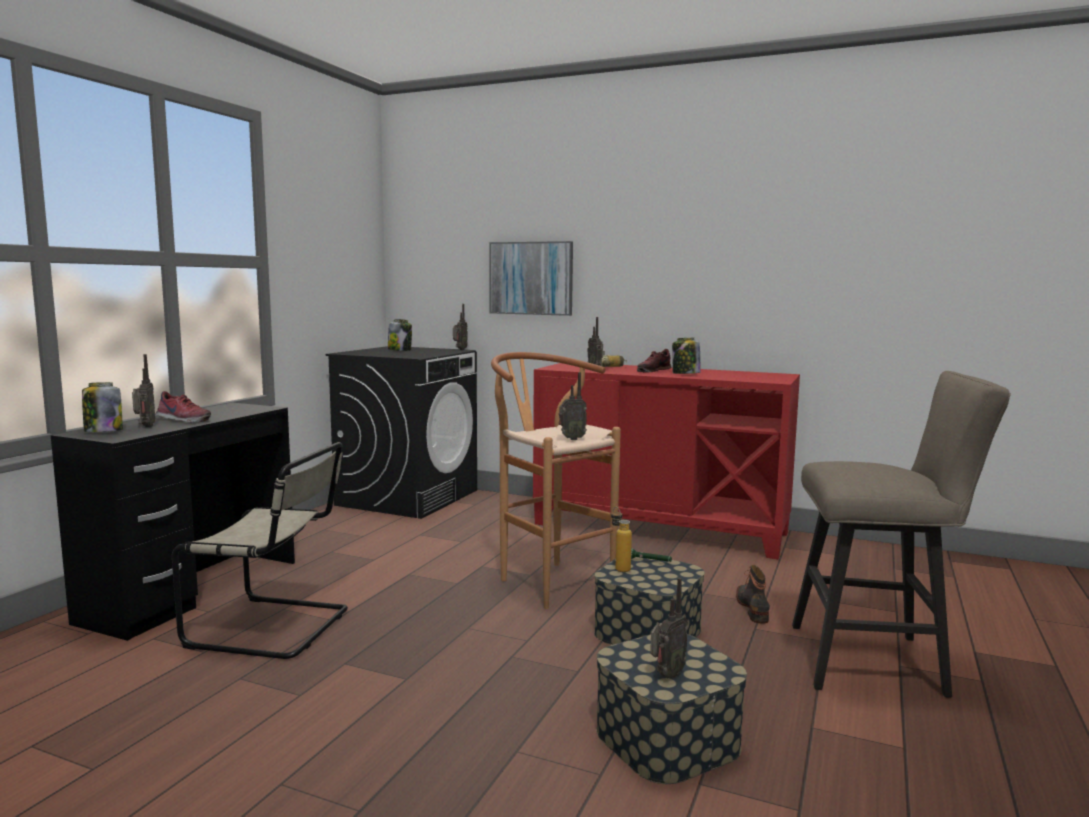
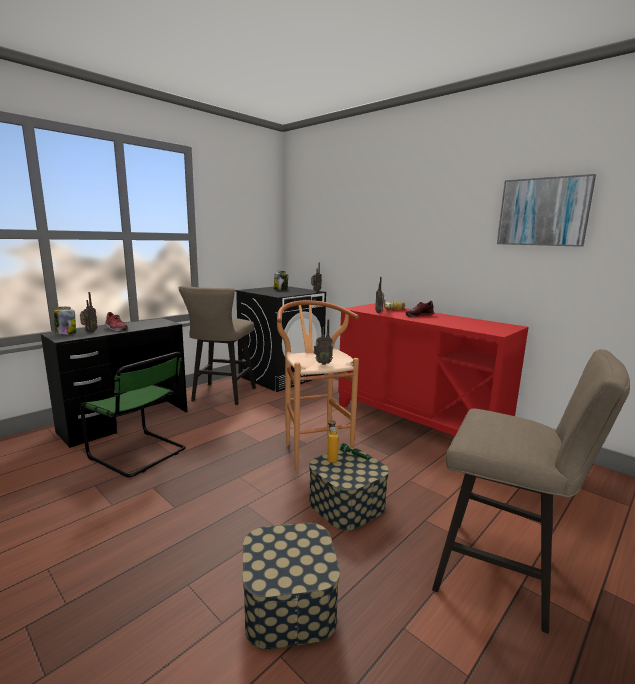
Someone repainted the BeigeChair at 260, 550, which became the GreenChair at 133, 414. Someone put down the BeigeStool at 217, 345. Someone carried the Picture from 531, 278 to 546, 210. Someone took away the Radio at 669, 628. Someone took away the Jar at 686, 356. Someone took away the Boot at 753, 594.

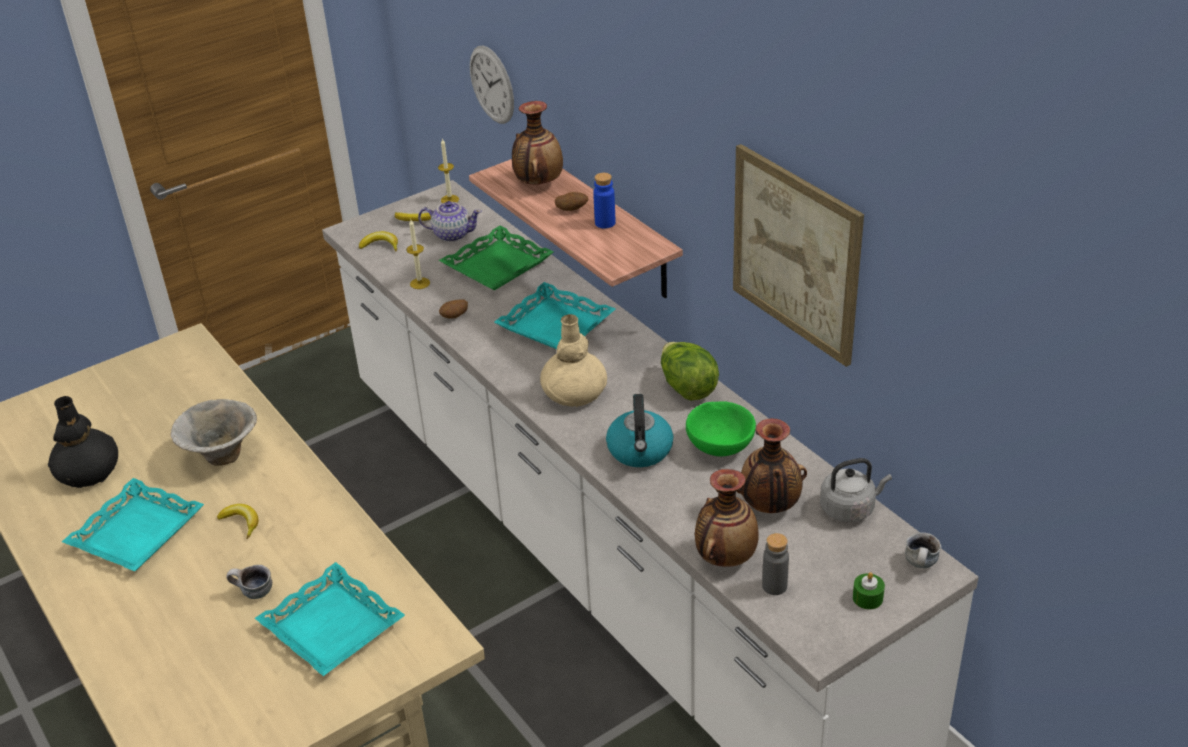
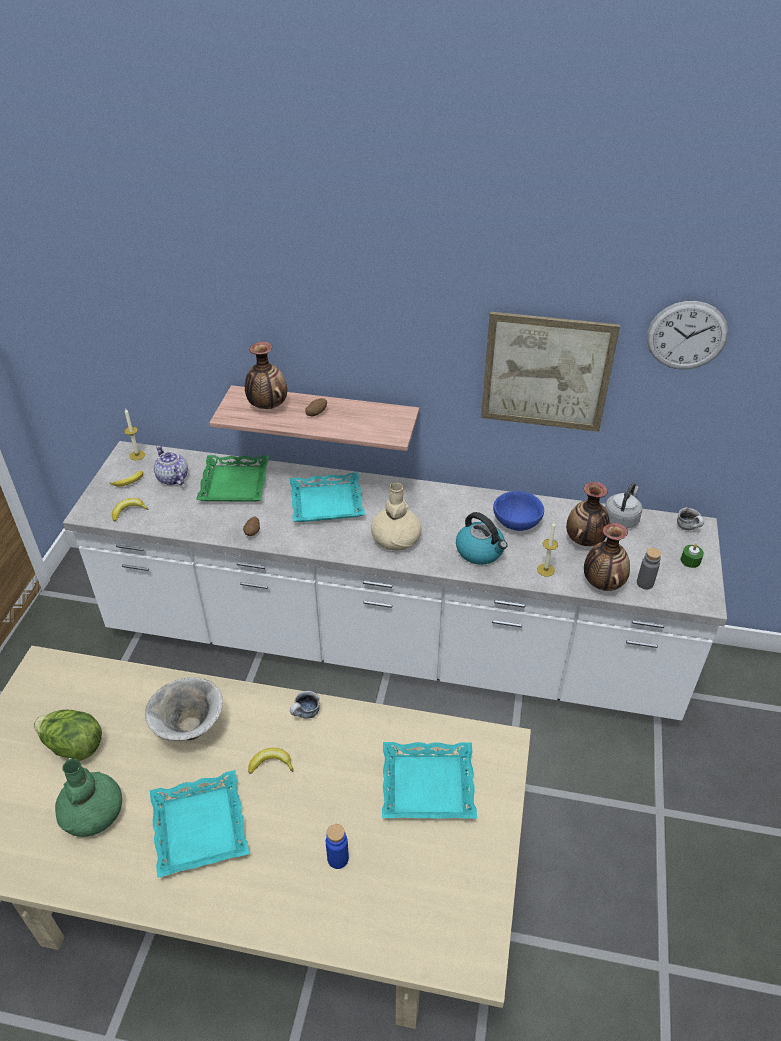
Someone carried the Lettuce from 690, 371 to 68, 735. Someone repainted the BlackVase at 83, 442, which became the GreenVase at 88, 798. Someone rotated the Teapot at 450, 221 by 90 degrees counterclockwise. Someone carried the Mug from 249, 582 to 305, 705. Someone carried the BlueBottle from 604, 201 to 337, 846. Someone repainted the GreenBowl at 721, 428, which became the BlueBowl at 518, 511. Someone carried the Candle from 418, 254 to 547, 549. Someone carried the WallClock from 492, 84 to 687, 335.

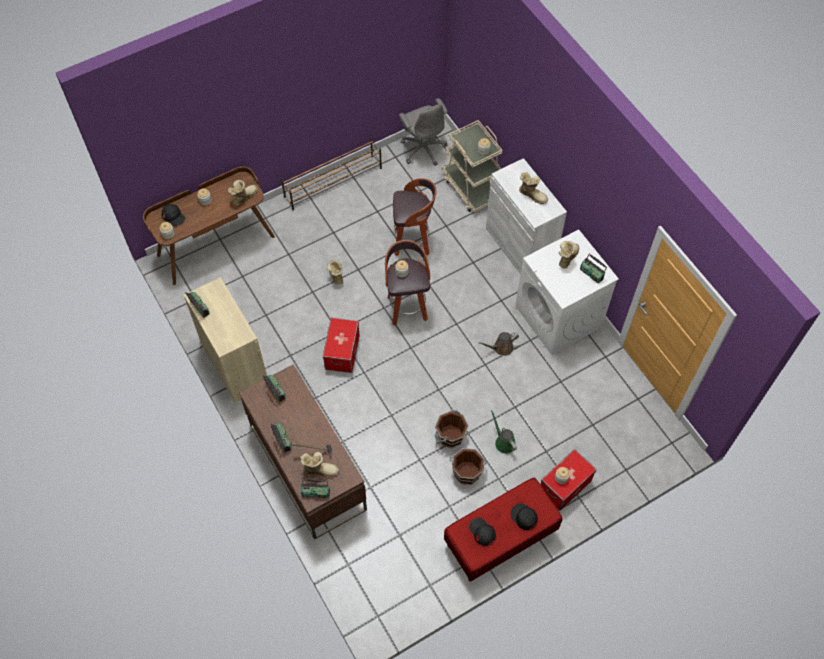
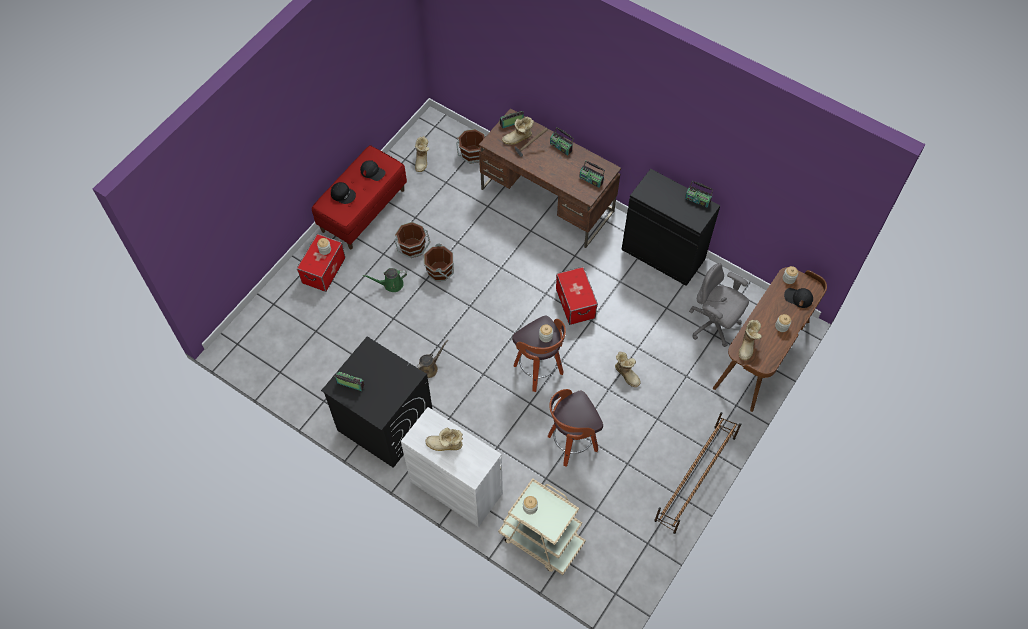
Someone repainted the WhiteWashingMachine at 567, 292, which became the BlackWashingMachine at 377, 402. Someone rotated the GreenWateringCan at 504, 432 by 135 degrees clockwise. Someone carried the Boot from 569, 255 to 422, 154. Someone put down the BrownBucket at 471, 146. Someone repainted the BeigeCabinet at 225, 340, which became the BlackCabinet at 670, 227. Someone carried the GreyOfficeChair from 423, 132 to 719, 305.

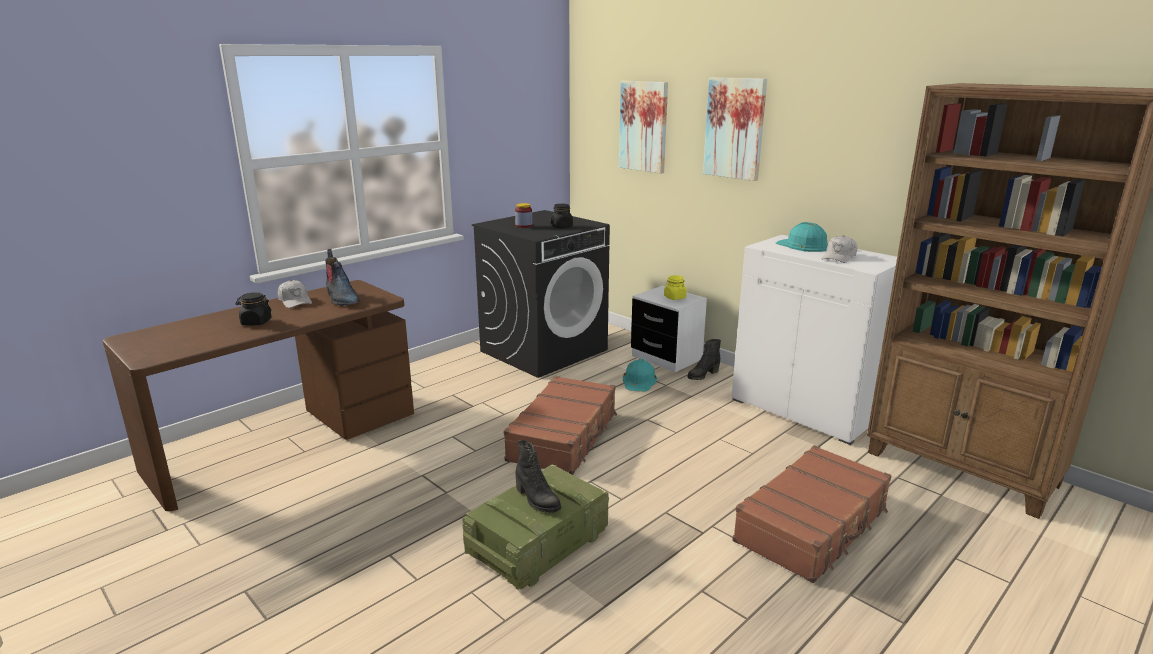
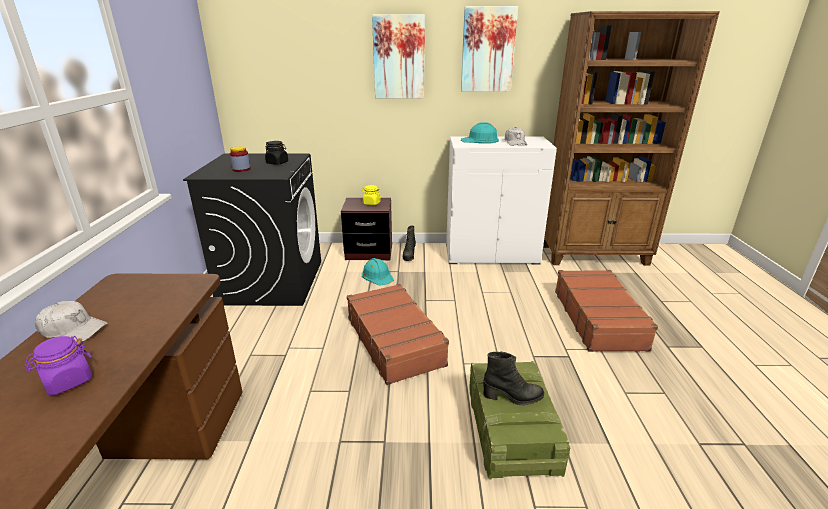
Someone repainted the BlackJar at 254, 308, which became the PurpleJar at 59, 365. Someone repainted the WhiteNightstand at 669, 329, which became the BrownNightstand at 366, 229. Someone carried the Picture from 643, 127 to 489, 49. Someone took away the Boot at 343, 277.

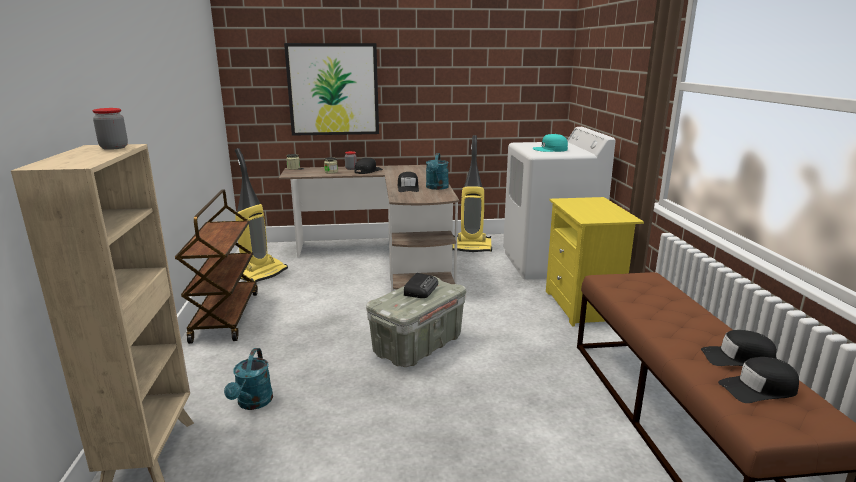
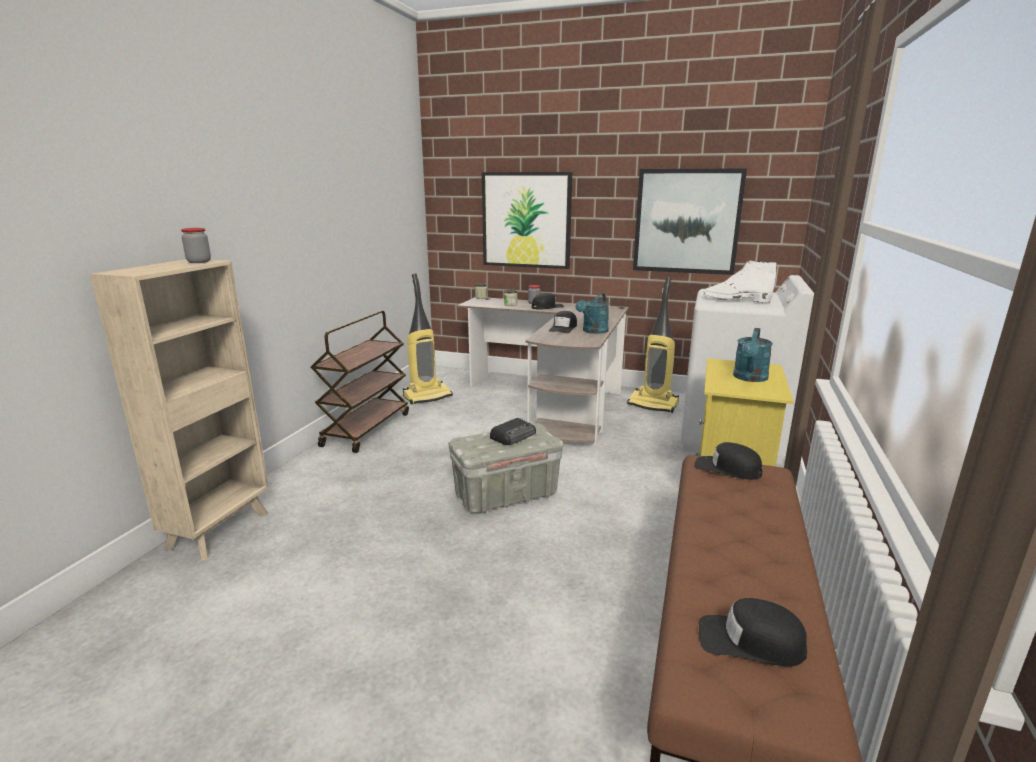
Someone put up the Picture at 690, 221. Someone carried the BlackCap from 739, 348 to 728, 461. Someone swapped the TurquoiseCap at 550, 143 for the WhiteBoot at 739, 282. Someone carried the TurquoiseWateringCan from 248, 379 to 753, 355.

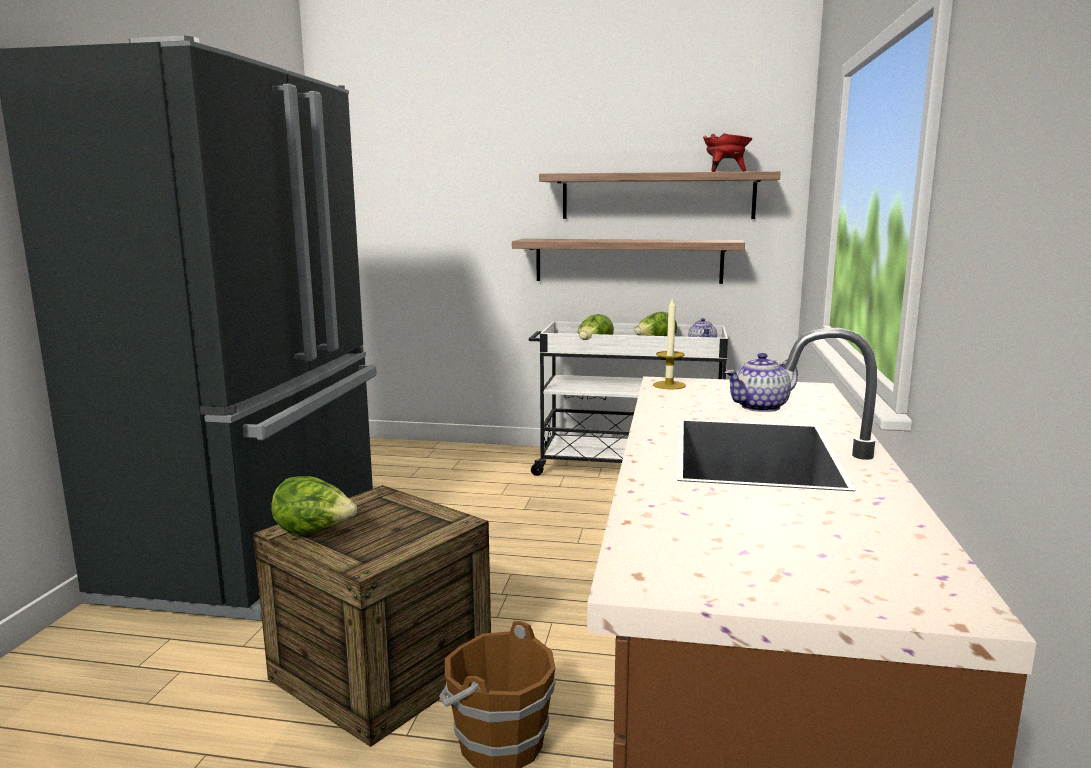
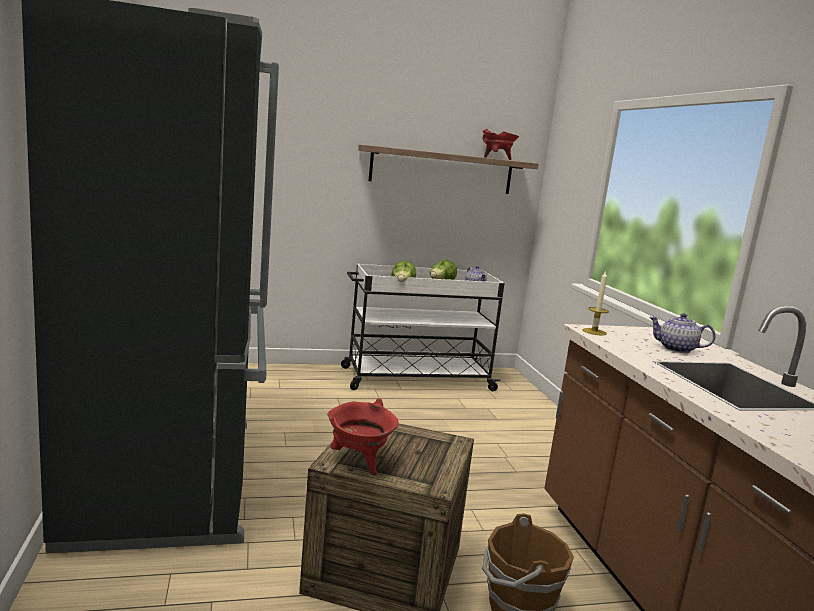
Someone swapped the Lettuce at 314, 505 for the RedCookingPot at 363, 436. Someone rotated the Teapot at 761, 382 by 75 degrees clockwise. Someone took away the Shelf at 628, 261.

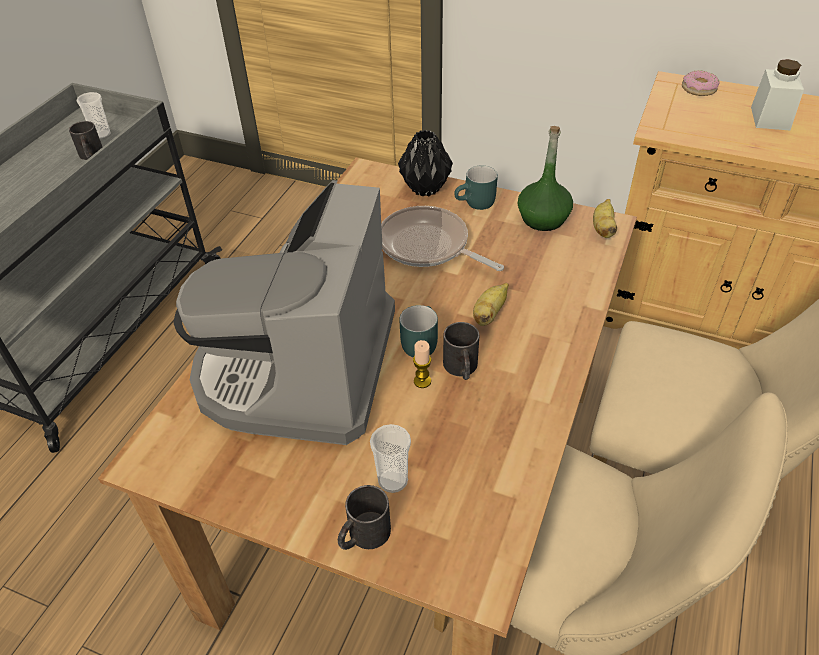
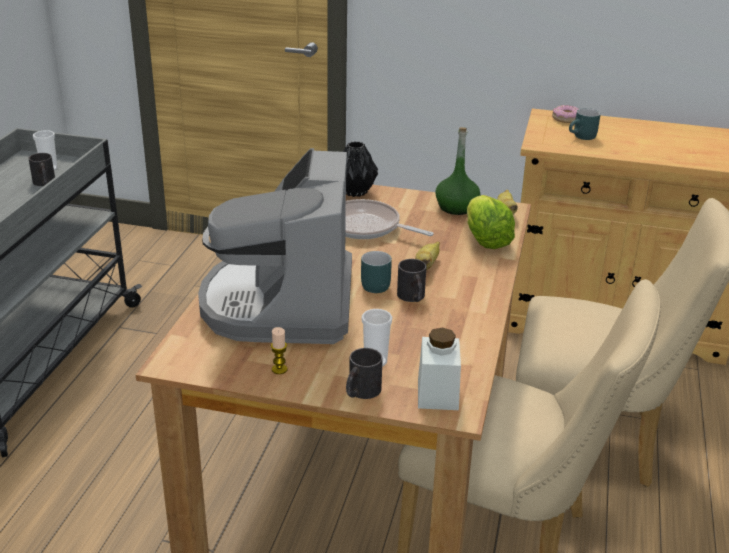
Someone carried the Candle from 422, 364 to 279, 350. Someone carried the WhiteJar from 777, 94 to 439, 369. Someone put down the Lettuce at 491, 222. Someone carried the TurquoiseMug from 476, 187 to 585, 124.

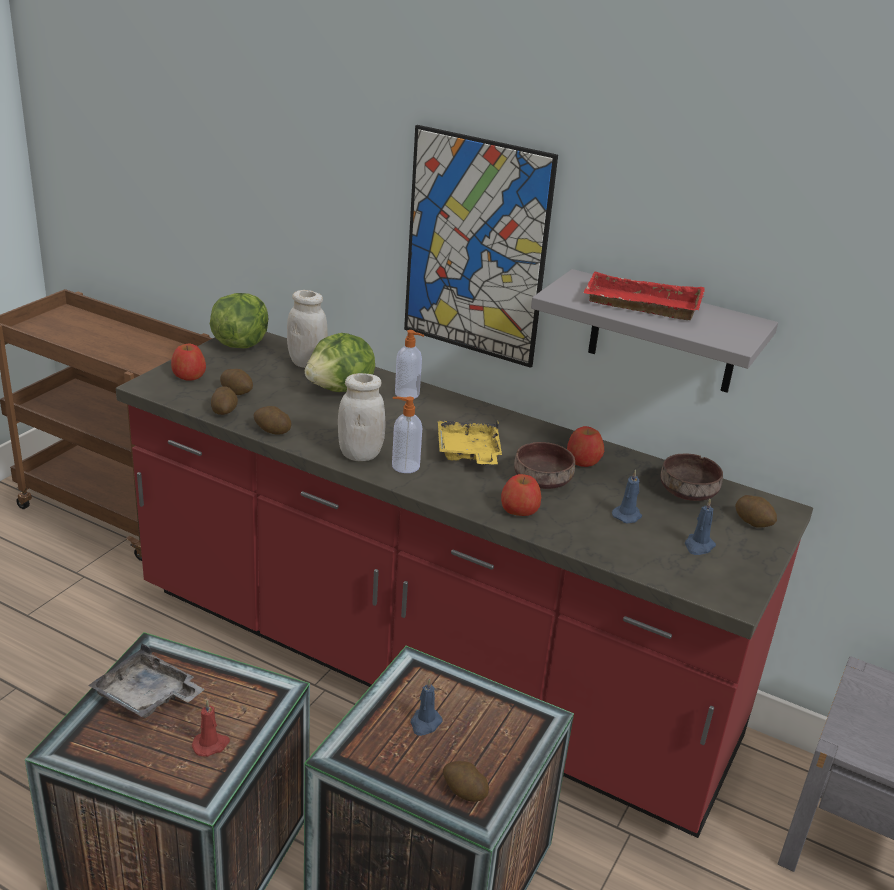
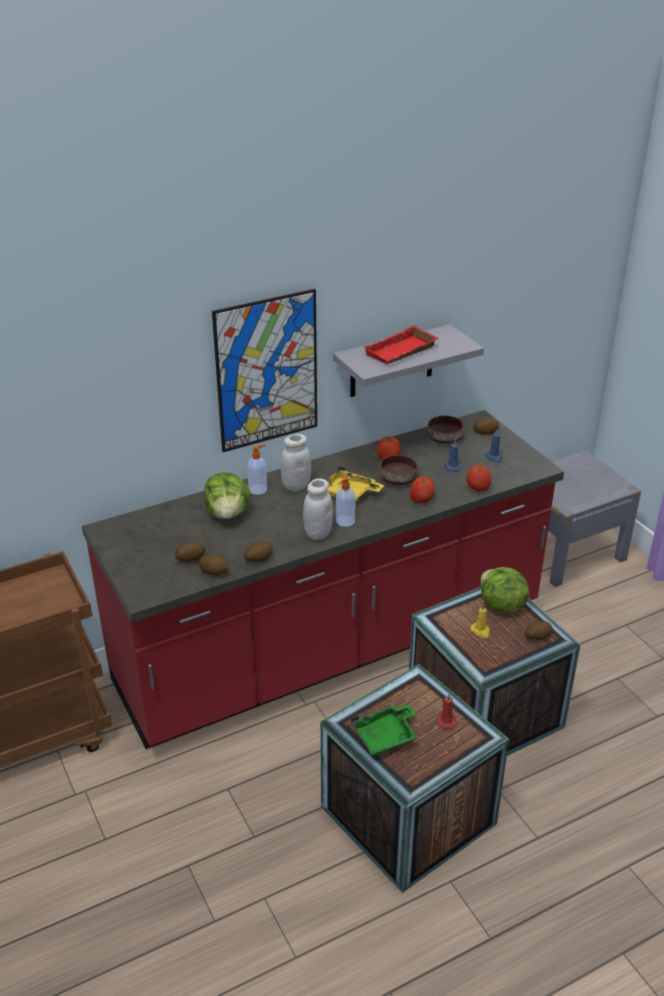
Someone carried the WhiteJar from 307, 329 to 295, 462. Someone repainted the GreyTray at 146, 681, which became the GreenTray at 384, 730. Someone carried the Apple from 188, 362 to 478, 478. Someone repainted the BlueCandle at 426, 707, which became the YellowCandle at 480, 621. Someone carried the Lettuce from 239, 320 to 505, 590.

